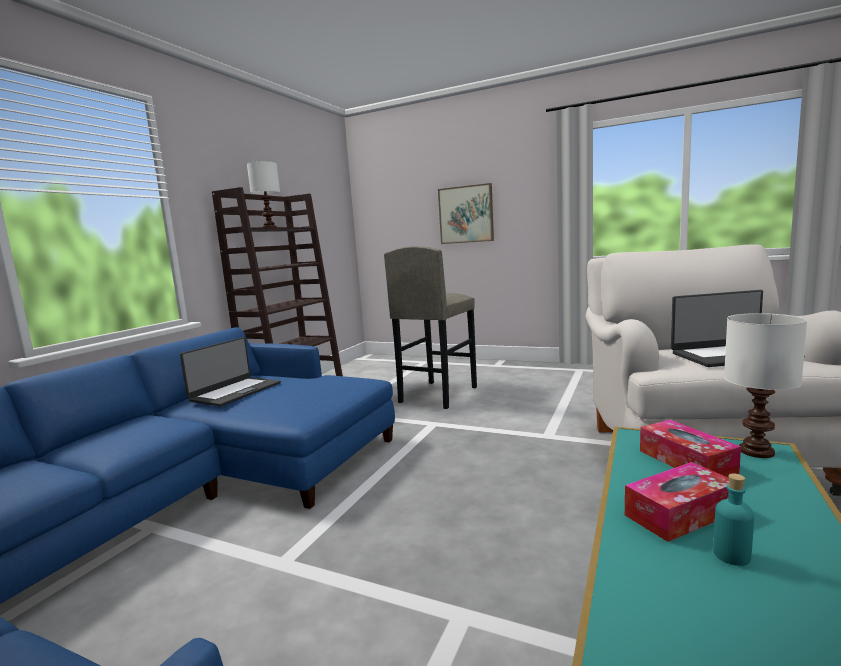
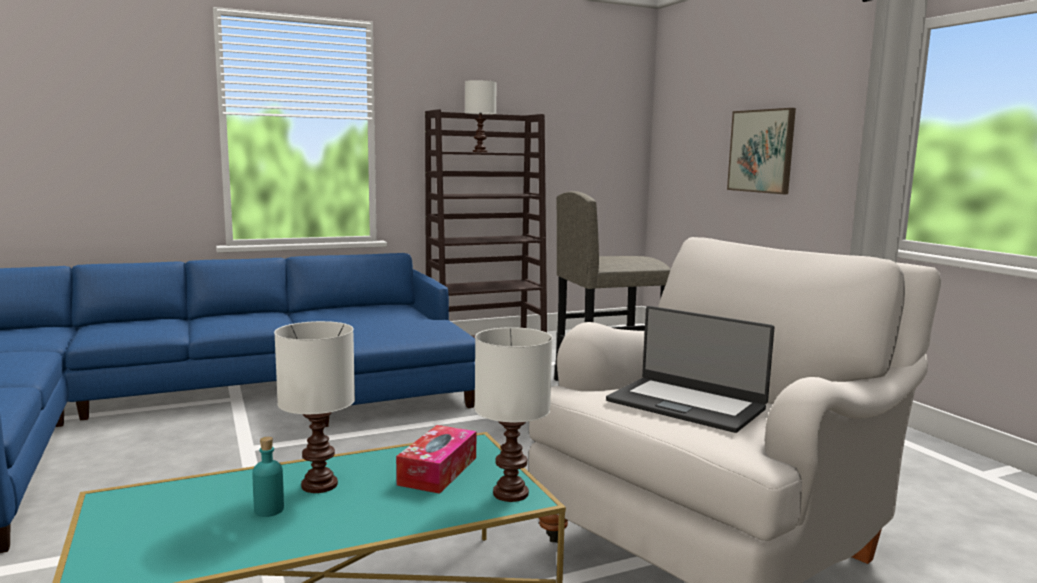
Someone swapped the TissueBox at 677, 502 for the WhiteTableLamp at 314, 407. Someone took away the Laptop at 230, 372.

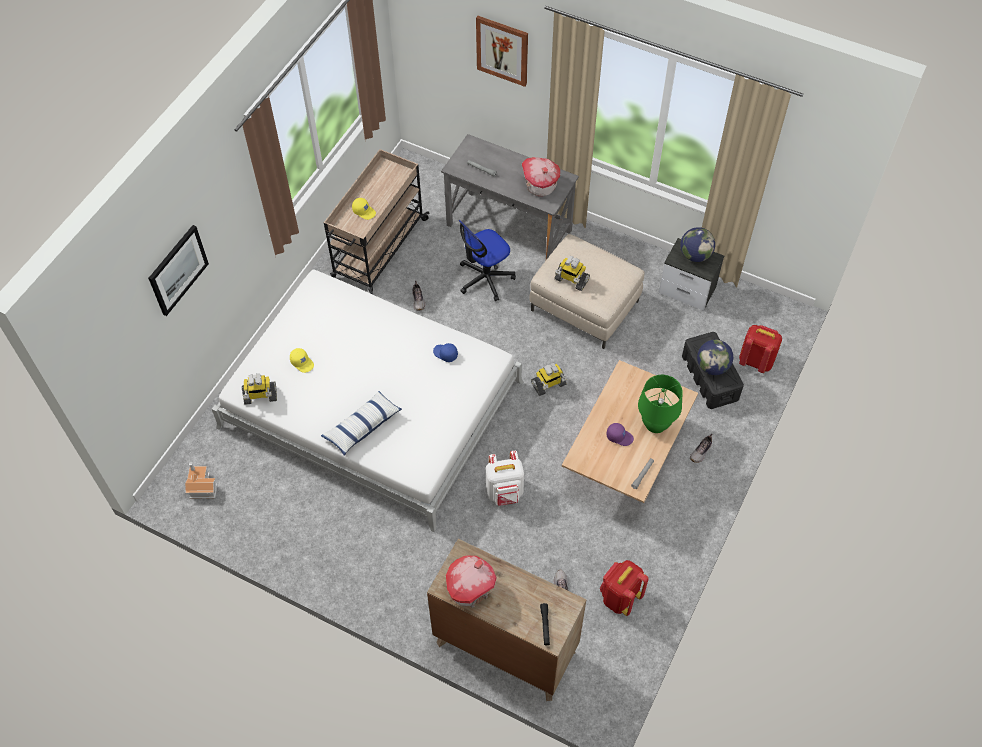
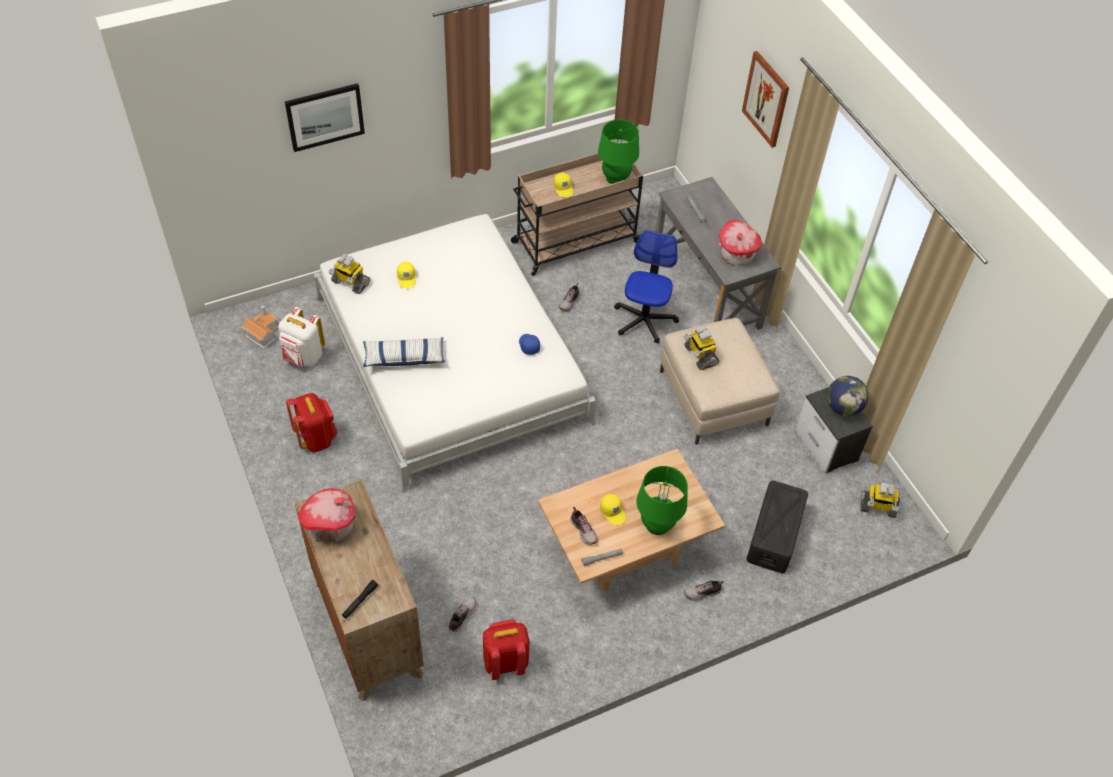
Someone carried the WhiteBackpack from 505, 478 to 301, 337. Someone carried the RedBackpack from 760, 349 to 312, 422. Someone put down the Shoe at 584, 526. Someone put down the GreenTableLamp at 618, 151. Someone repainted the PurpleCap at 620, 434, which became the YellowCap at 613, 509. Someone rotated the OfficeChair at 487, 260 by 105 degrees clockwise. Someone carried the ToyRobot from 549, 379 to 880, 500. Someone took away the Globe at 715, 357.

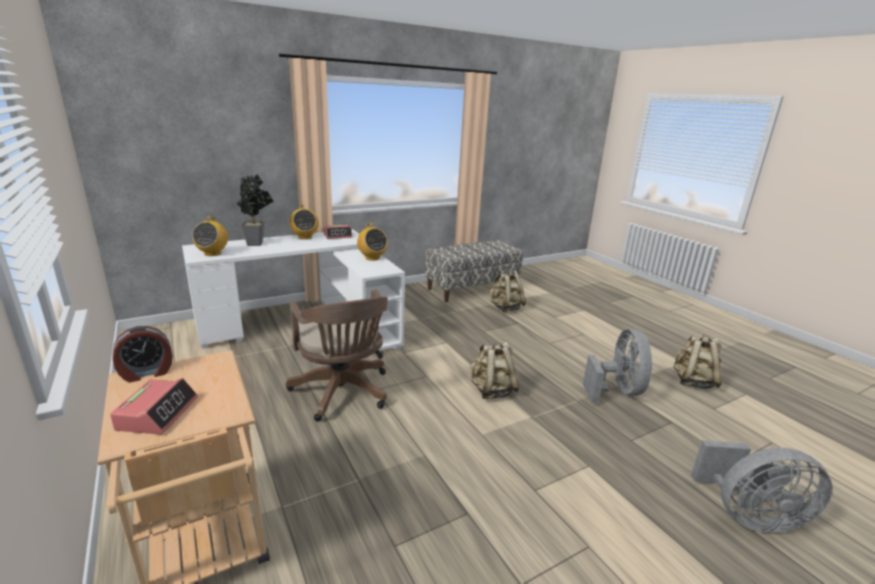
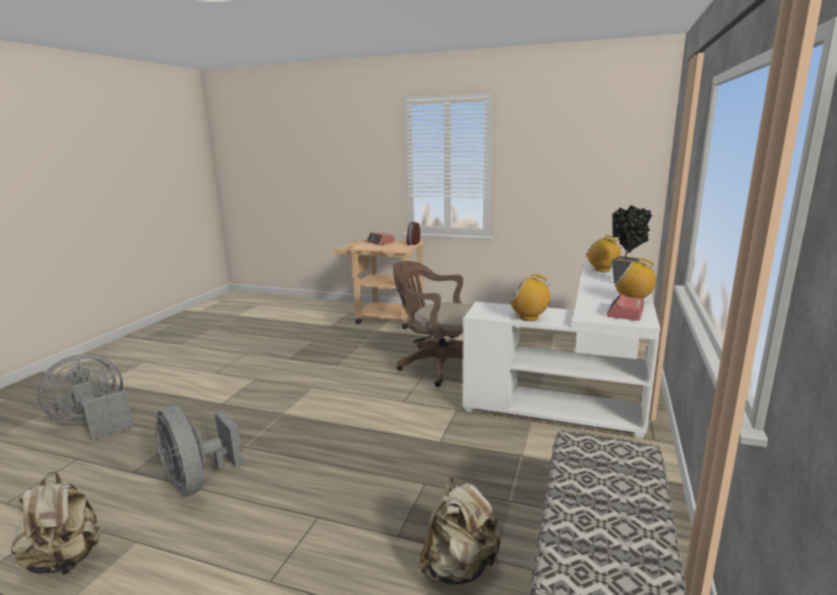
Someone took away the BeigeBackpack at 494, 370.

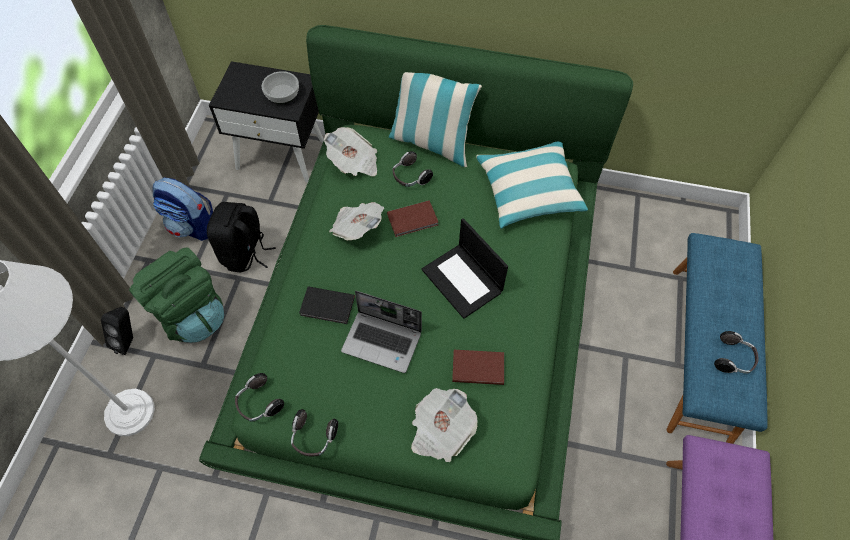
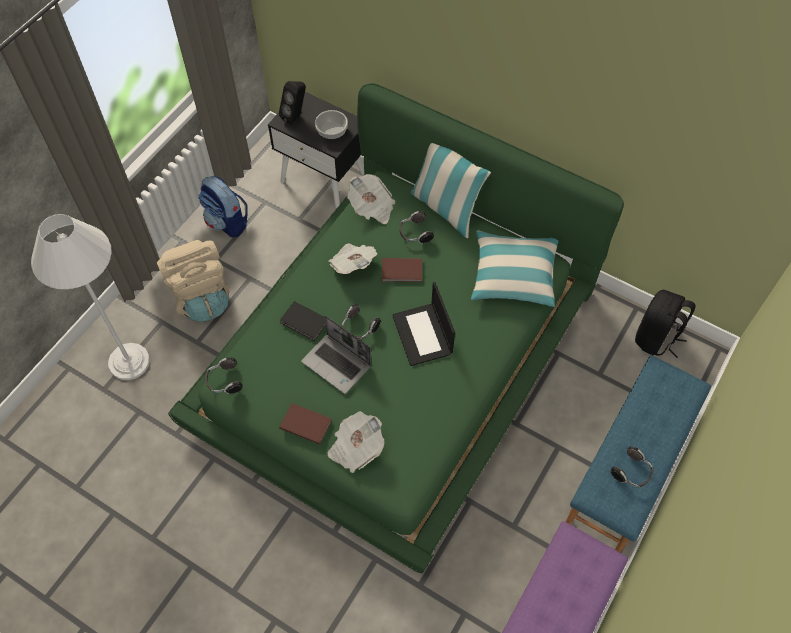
Someone repainted the GreenBackpack at 176, 295, which became the BeigeBackpack at 193, 281. Someone carried the BlackSpeaker from 117, 331 to 292, 103. Someone carried the BrownBook from 478, 367 to 305, 423. Someone carried the Headphones from 314, 432 to 361, 322. Someone carried the BlackBackpack from 241, 237 to 665, 324.

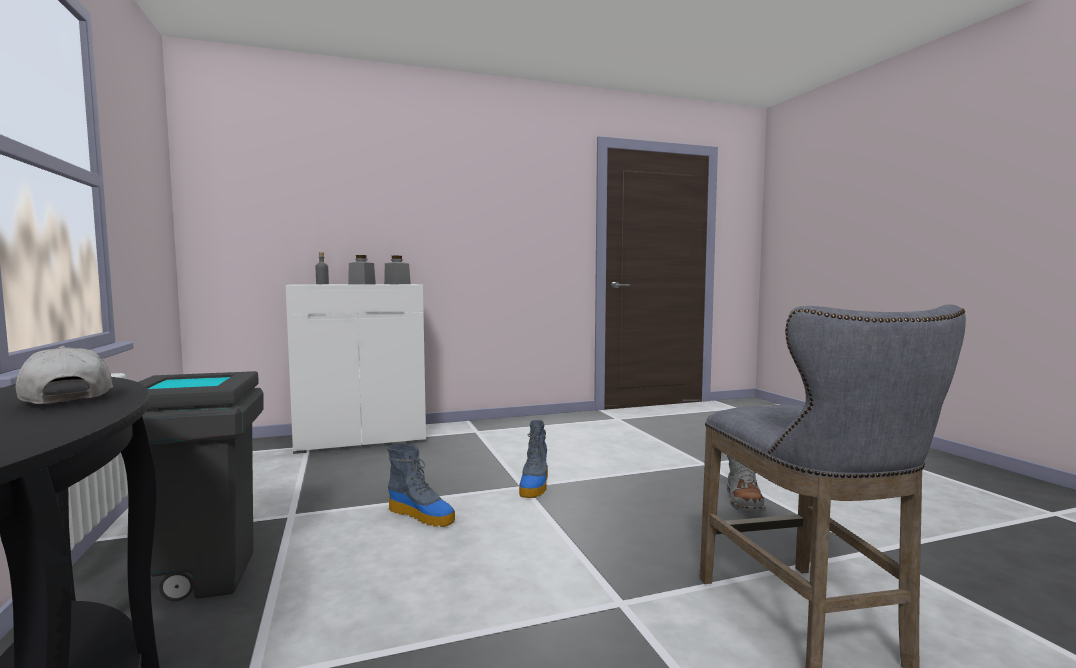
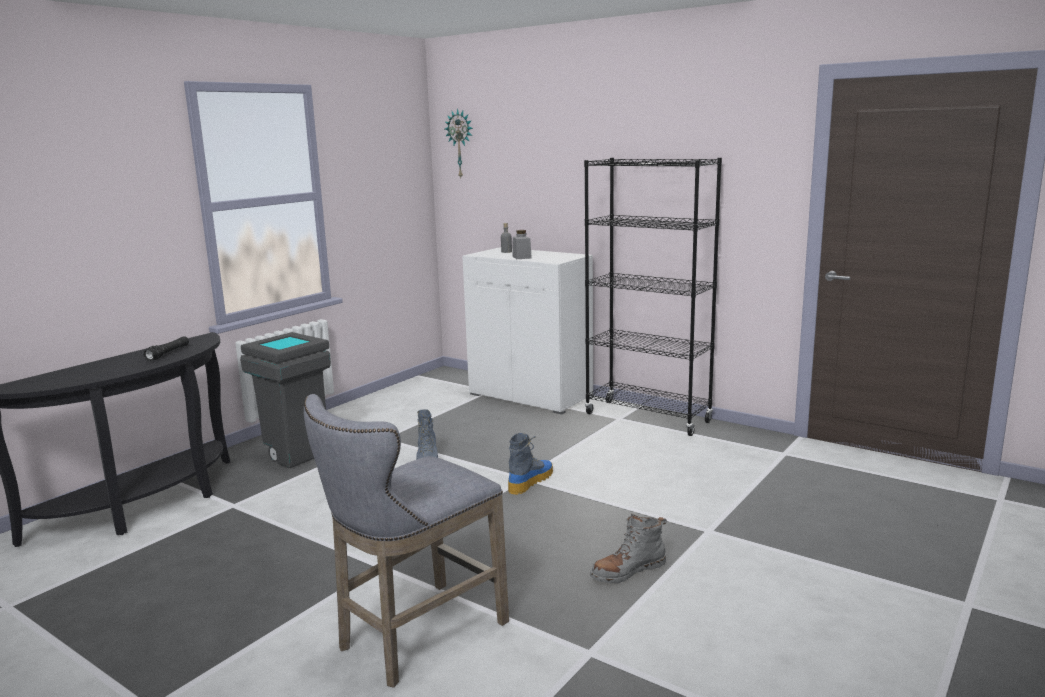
Someone swapped the WhiteCap at 64, 375 for the BlackFlashlight at 166, 348. Someone put up the WallClock at 458, 143. Someone rotated the Boot at 533, 459 by 150 degrees clockwise. Someone put down the BlackBookcase at 653, 297. Someone took away the GreyJar at 397, 270.

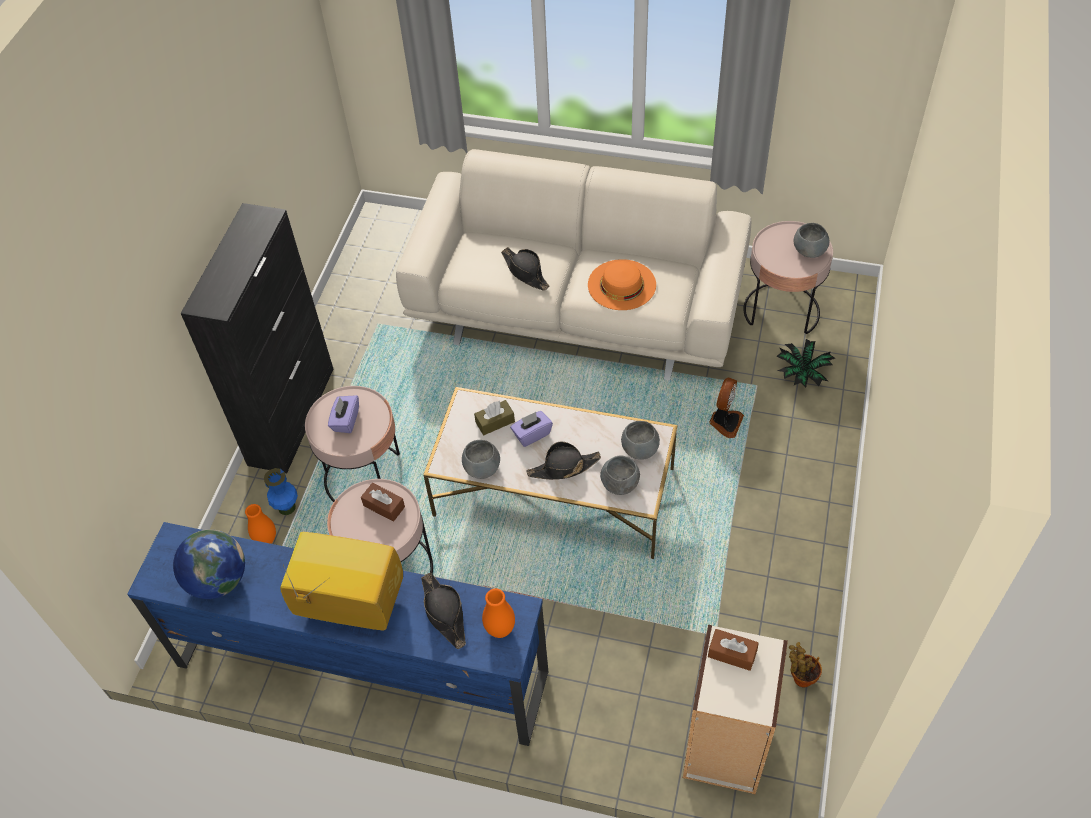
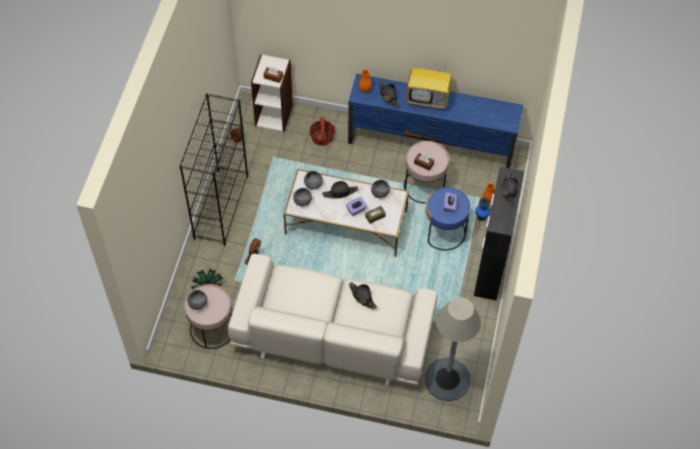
Someone put down the BlackBookcase at 213, 169. Someone put down the Basket at 322, 131. Someone put down the GreyFloorLamp at 453, 349. Someone repainted the PinkSideTable at 352, 444, which became the BlueSideTable at 448, 218. Someone put down the BlackHat at 510, 188. Someone took away the Globe at 209, 564. Someone took away the OrangeHat at 622, 284.

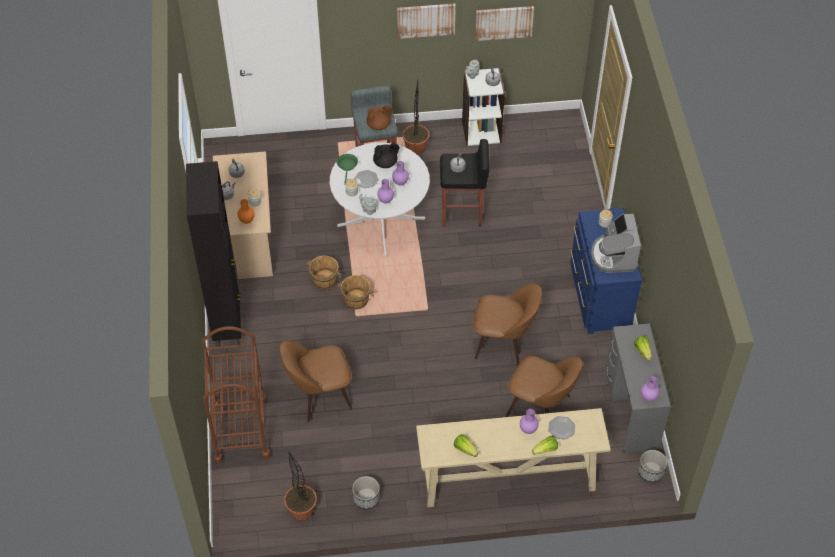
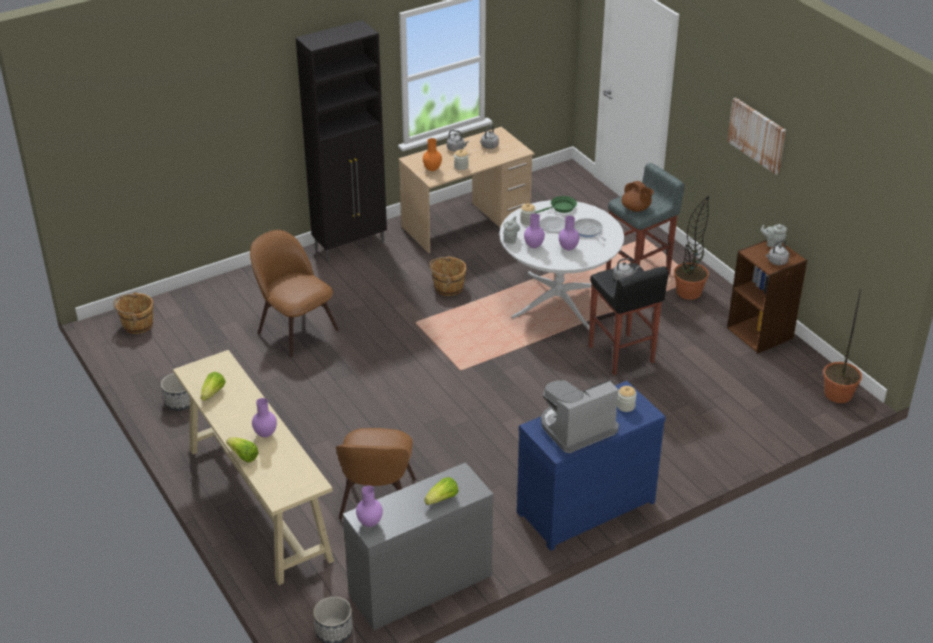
Someone carried the BrownBucket from 355, 292 to 133, 313. Someone swapped the BlackTeapot at 386, 155 for the FryingPan at 590, 229. Someone repainted the WhiteBookcase at 483, 107, which became the BrownBookcase at 767, 296. Someone carried the PottedPlant from 300, 486 to 843, 346. Someone took away the BrownCart at 236, 395. Someone took away the BrownChair at 507, 325. Someone took away the Picture at 504, 23. Someone took away the Plate at 561, 428.

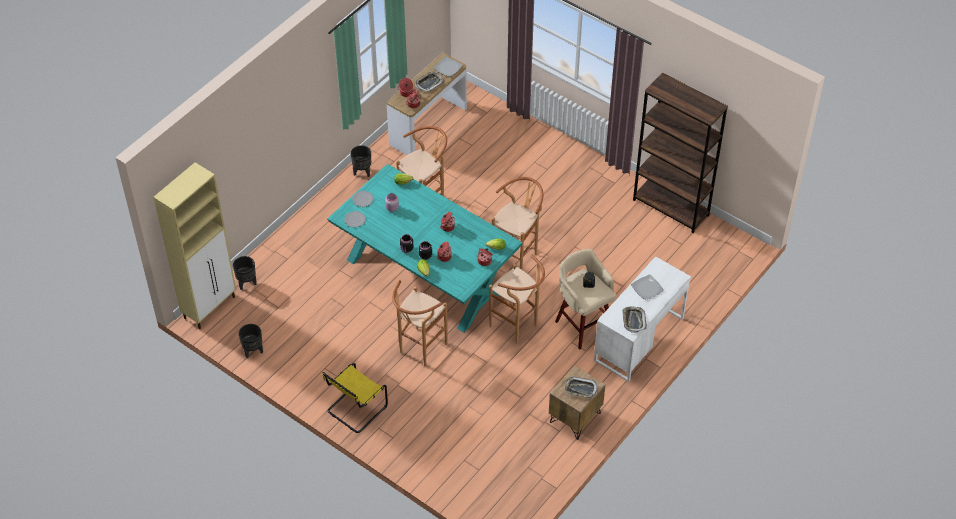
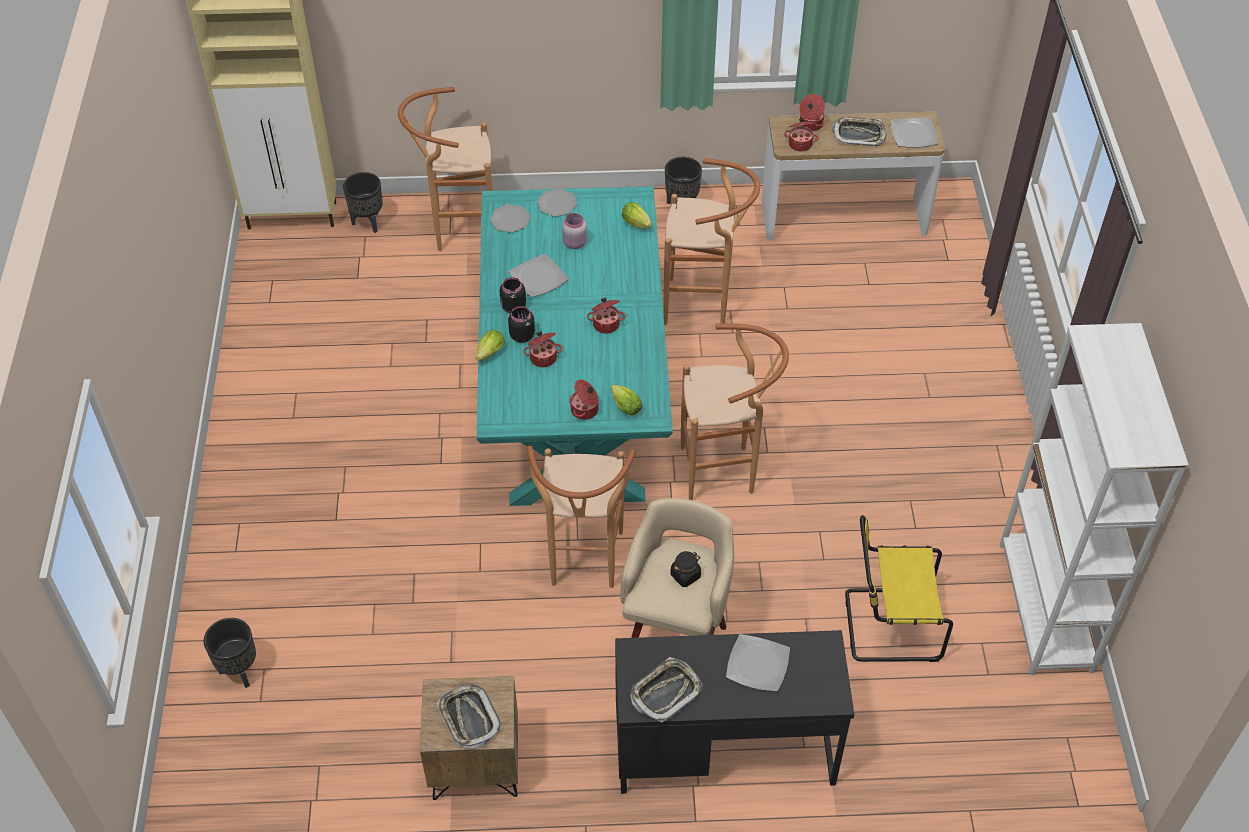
Someone carried the BlackPlanter from 251, 341 to 230, 653. Someone carried the BrownStool from 420, 323 to 445, 169. Someone put down the Plate at 538, 275. Someone repainted the WhiteDesk at 642, 319, which became the BlackDesk at 734, 712. Someone carried the YellowChair from 355, 398 to 899, 588. Someone repainted the BrownBookcase at 680, 153, which became the WhiteBookcase at 1094, 499.

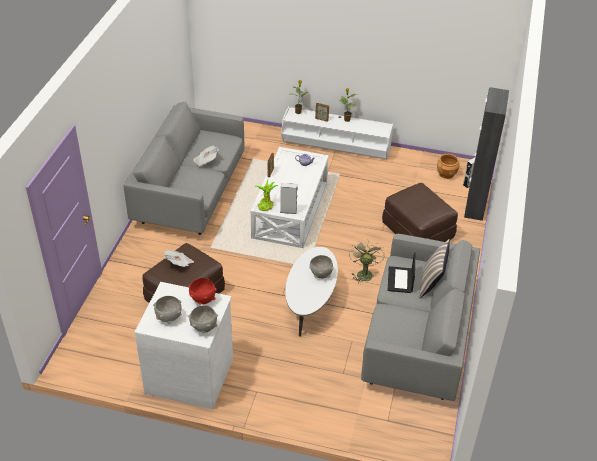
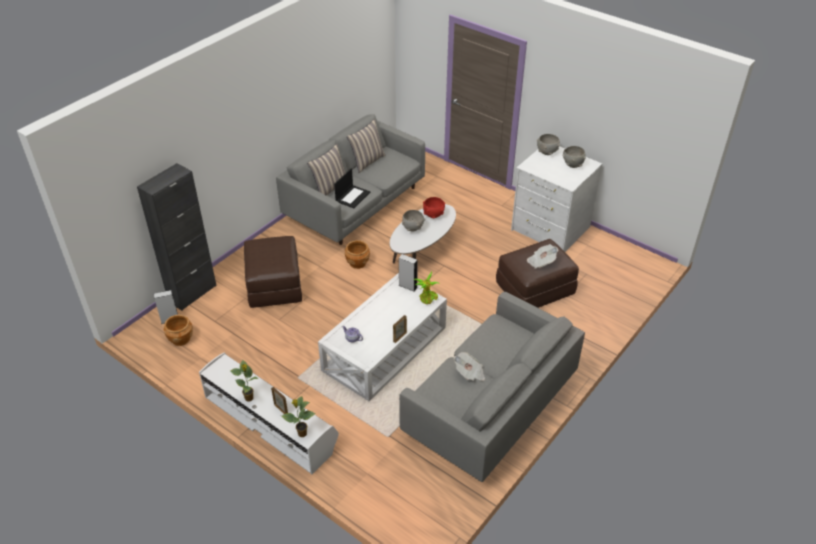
Someone swapped the GreenFan at 366, 262 for the BrownPlanter at 357, 254. Someone put down the Pillow at 366, 146. Someone carried the RedBowl from 202, 291 to 434, 207.

